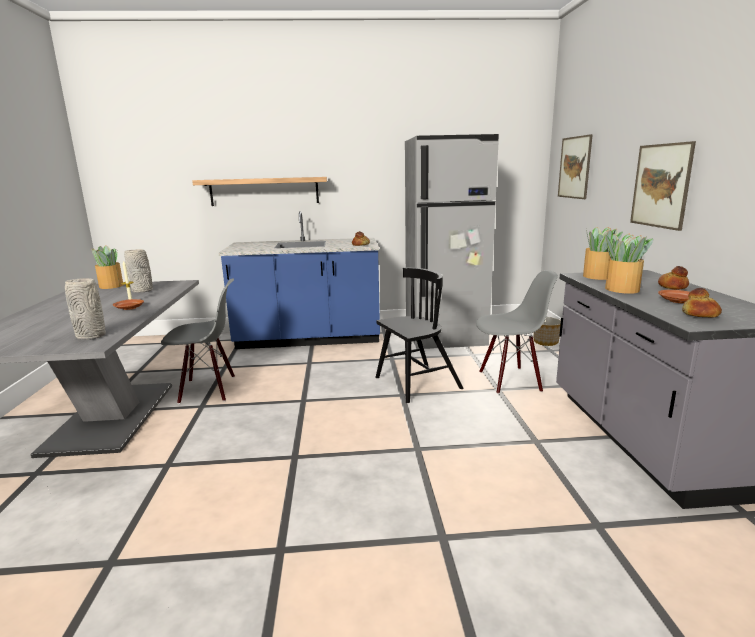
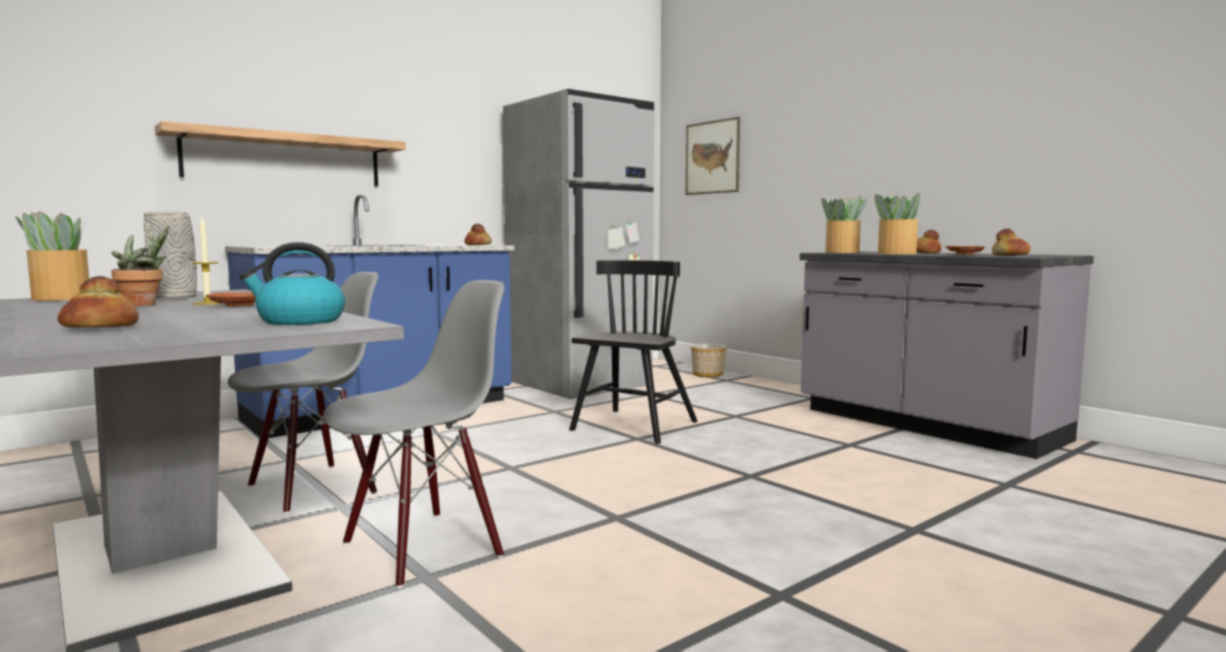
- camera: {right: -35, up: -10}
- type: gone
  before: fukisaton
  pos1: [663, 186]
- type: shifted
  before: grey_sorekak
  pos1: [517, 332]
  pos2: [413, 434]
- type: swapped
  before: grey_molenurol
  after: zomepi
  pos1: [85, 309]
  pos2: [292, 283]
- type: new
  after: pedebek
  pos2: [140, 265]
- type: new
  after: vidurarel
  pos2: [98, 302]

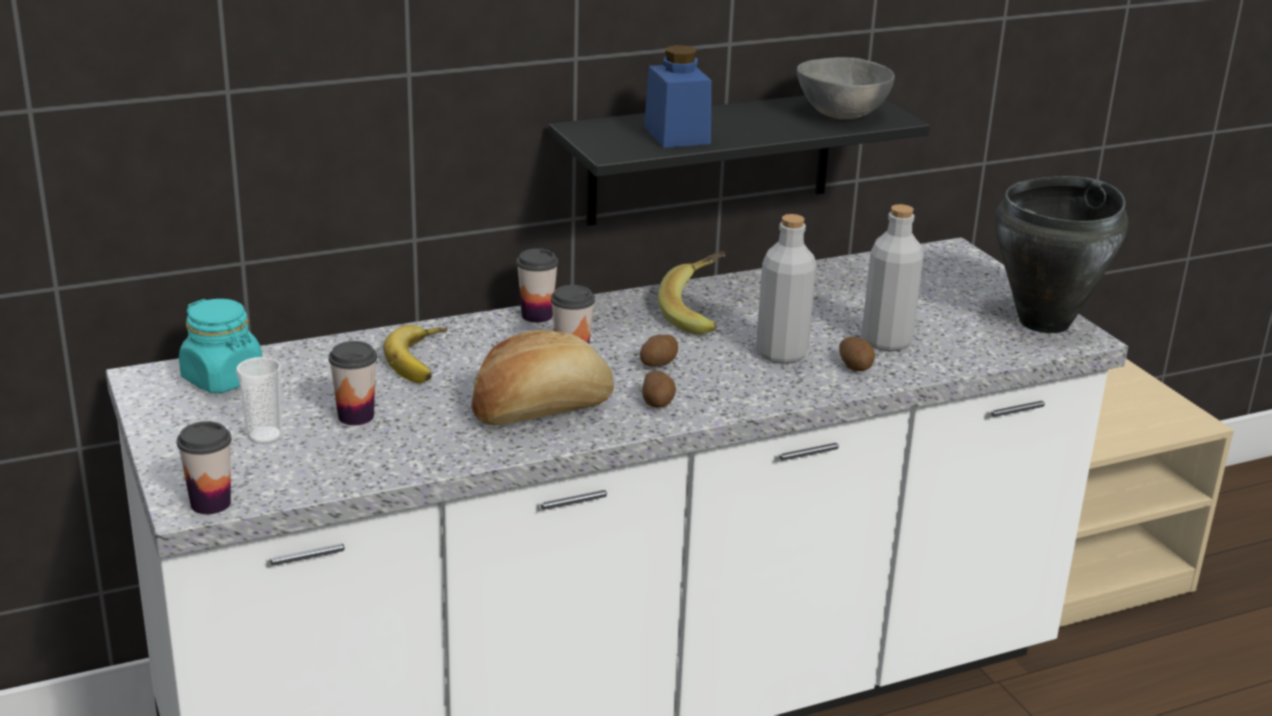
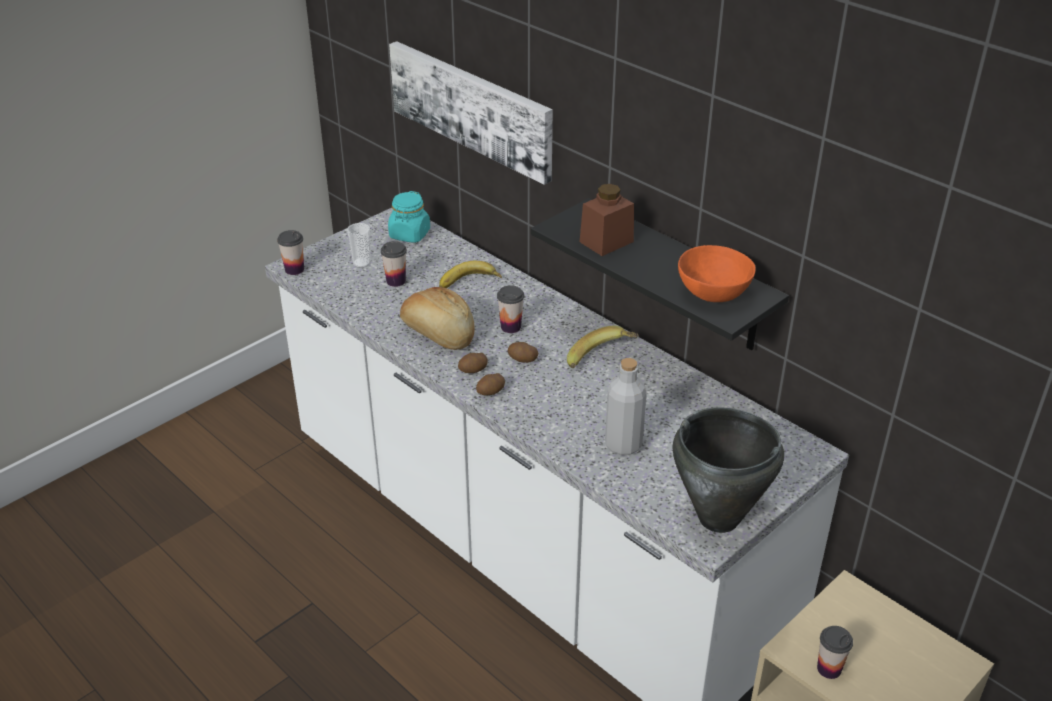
- camera: {right: 70, up: 10}
- type: repainted
  before: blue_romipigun
  after: brown_romipigun
  pos1: [678, 96]
  pos2: [607, 220]
- type: repainted
  before: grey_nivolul
  after: orange_nivolul
  pos1: [846, 88]
  pos2: [717, 273]
- type: gone
  before: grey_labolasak
  pos1: [786, 289]
- type: shifted
  before: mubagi
  pos1: [537, 285]
  pos2: [835, 652]
- type: shifted
  before: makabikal
  pos1: [857, 354]
  pos2: [490, 384]
- type: new
  after: fukisaton
  pos2: [471, 113]

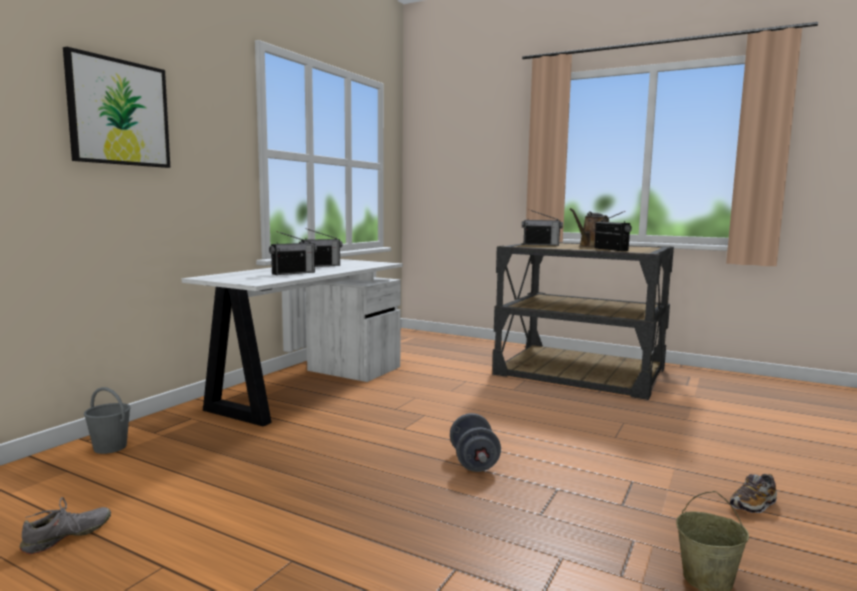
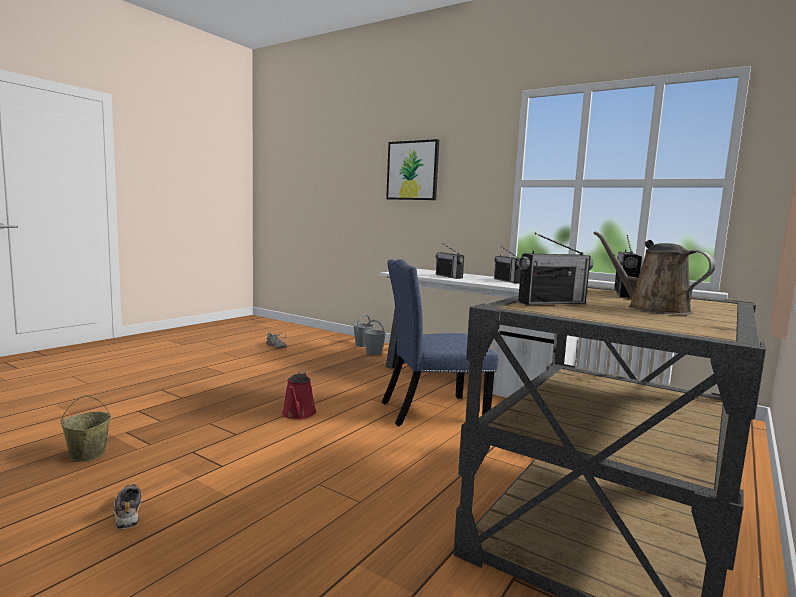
- camera: {right: 95, up: 0}
- type: swapped
  before: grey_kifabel
  after: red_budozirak
  pos1: [475, 442]
  pos2: [299, 396]
- type: new
  after: blue_sorekak
  pos2: [439, 342]
- type: new
  after: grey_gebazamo
  pos2: [375, 337]

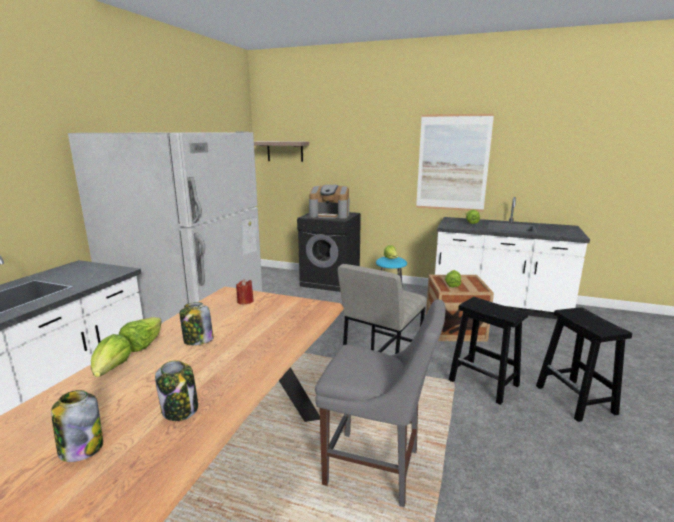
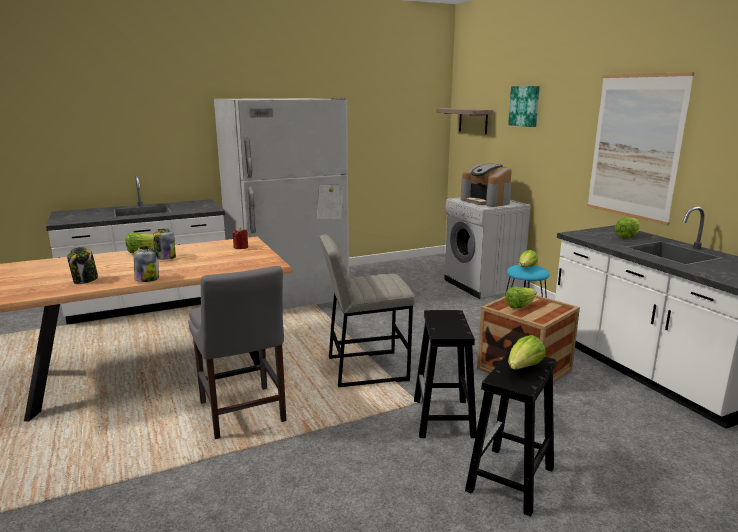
- camera: {right: 45, up: 0}
- type: repainted
  before: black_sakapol
  after: white_sakapol
  pos1: [329, 252]
  pos2: [487, 248]
- type: shifted
  before: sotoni
  pos1: [111, 355]
  pos2: [527, 352]
- type: shifted
  before: romipigun
  pos1: [77, 426]
  pos2: [146, 264]
- type: new
  after: fukisaton
  pos2: [524, 106]

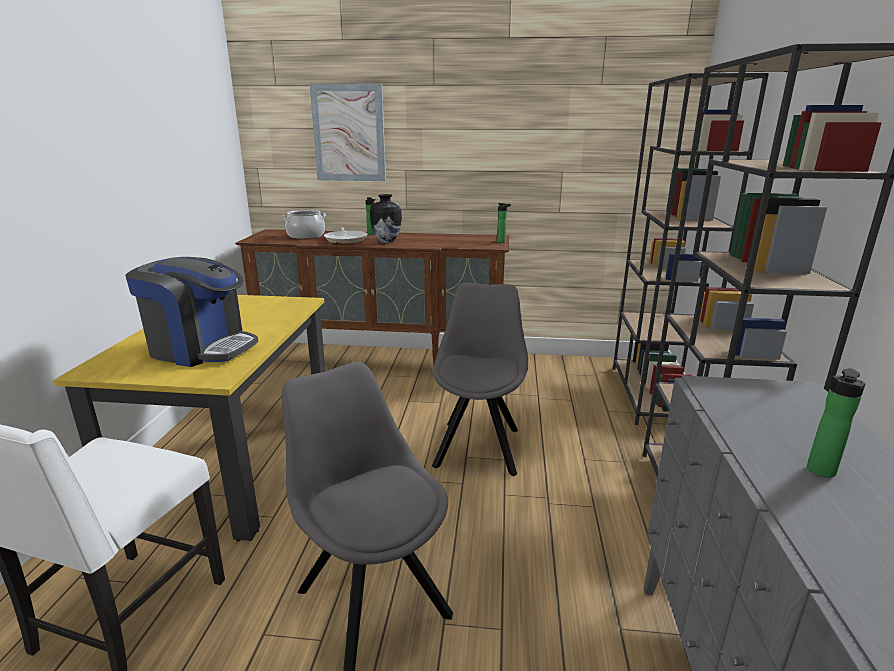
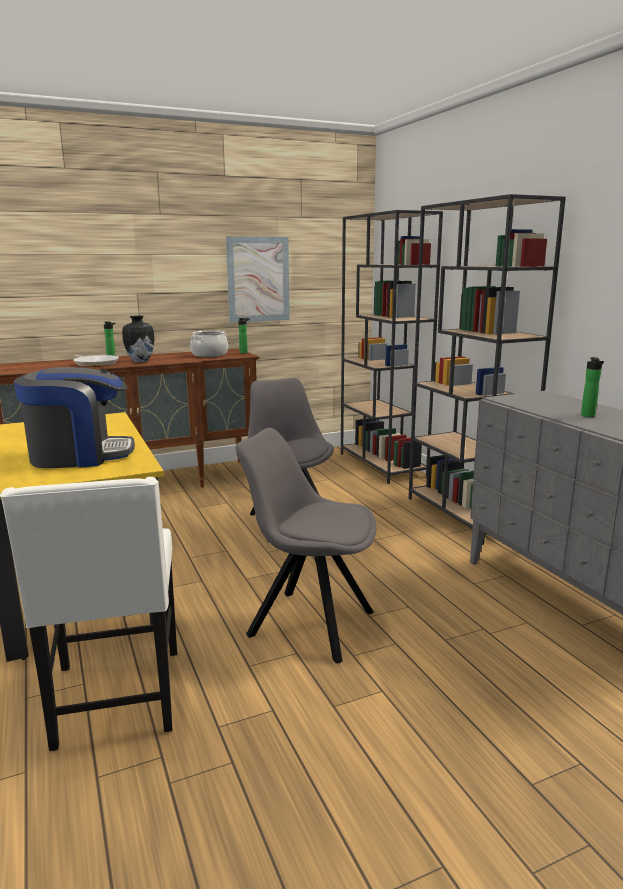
- camera: {right: -30, up: -5}
- type: shifted
  before: fukisaton
  pos1: [348, 132]
  pos2: [258, 279]
- type: shifted
  before: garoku
  pos1: [304, 224]
  pos2: [209, 343]

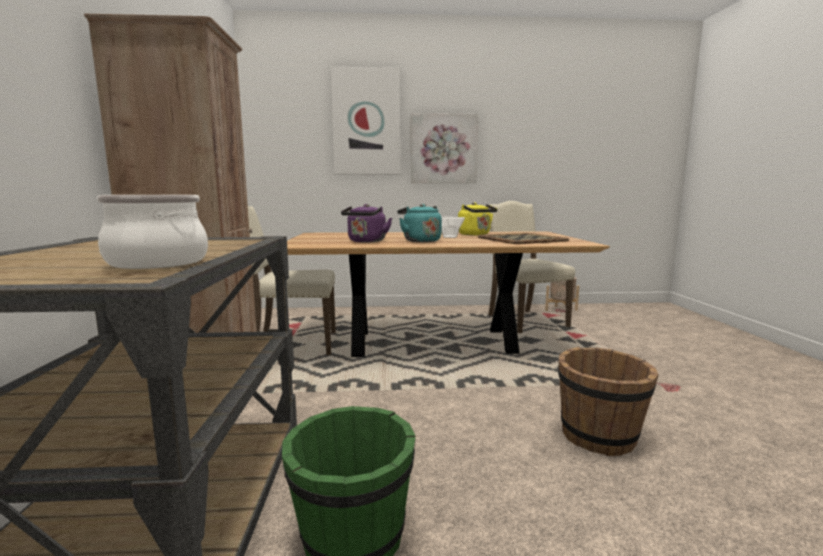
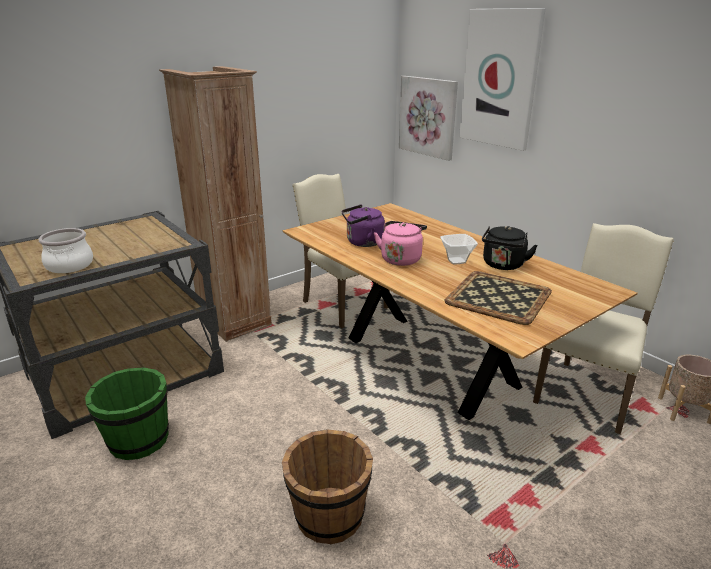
- camera: {right: 55, up: 15}
- type: shifted
  before: fukisaton
  pos1: [445, 148]
  pos2: [428, 118]
- type: repainted
  before: yellow_zomepi
  after: black_zomepi
  pos1: [477, 218]
  pos2: [510, 248]
- type: repainted
  before: turquoise_zomepi
  after: pink_zomepi
  pos1: [419, 223]
  pos2: [400, 243]

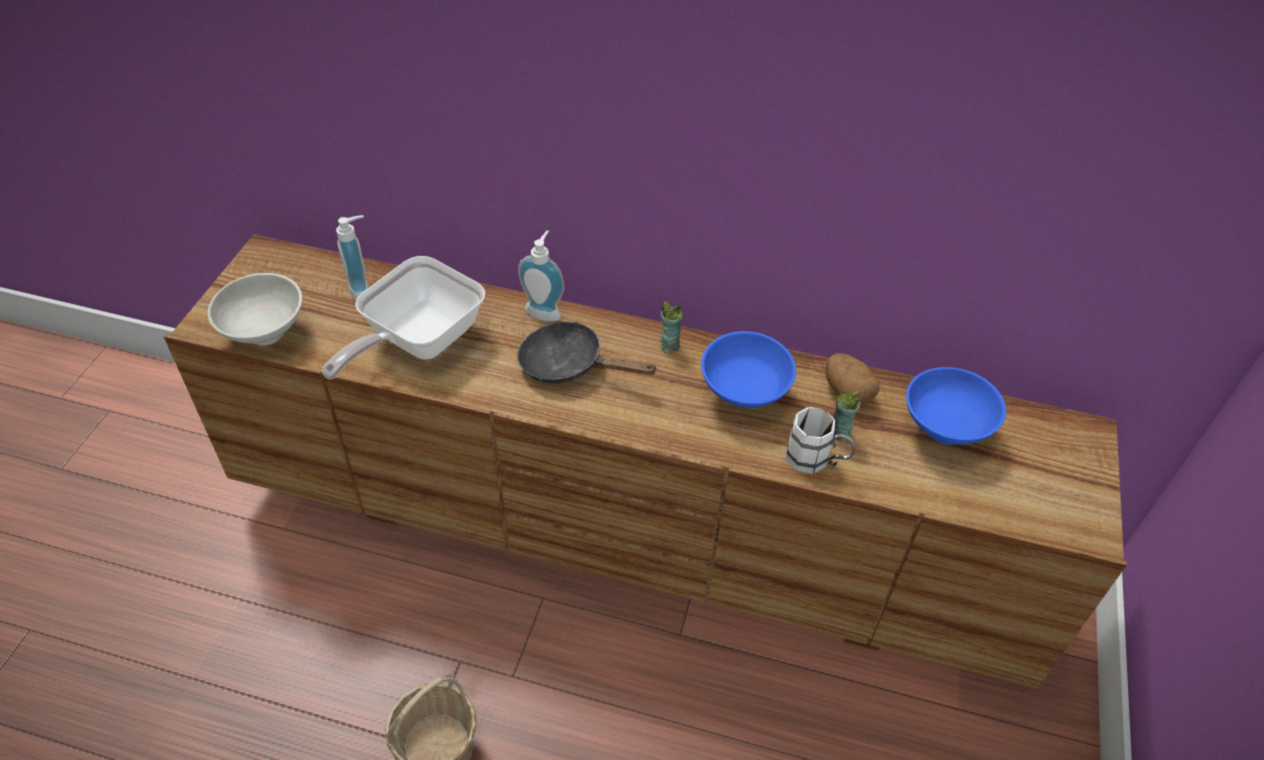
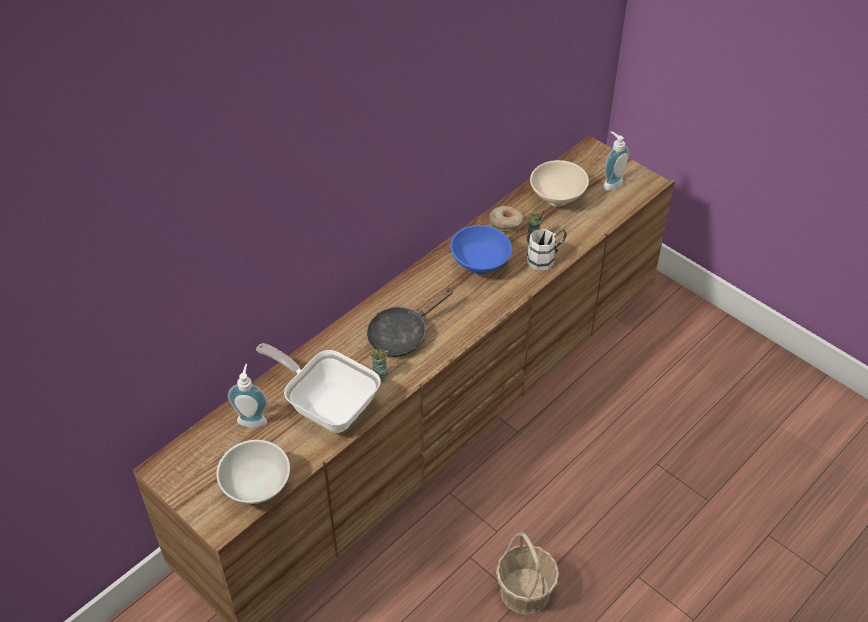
- camera: {right: -60, up: 0}
- type: shifted
  before: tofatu
  pos1: [541, 276]
  pos2: [616, 161]
- type: rotated
  before: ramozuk
  pos1: [403, 318]
  pos2: [318, 388]
  turn: 150
- type: shifted
  before: mubagi
  pos1: [671, 327]
  pos2: [379, 364]
- type: swapped
  before: makabikal
  after: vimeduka
  pos1: [852, 378]
  pos2: [506, 219]
- type: repainted
  before: blue_nivolul
  after: beige_nivolul
  pos1: [956, 406]
  pos2: [559, 183]

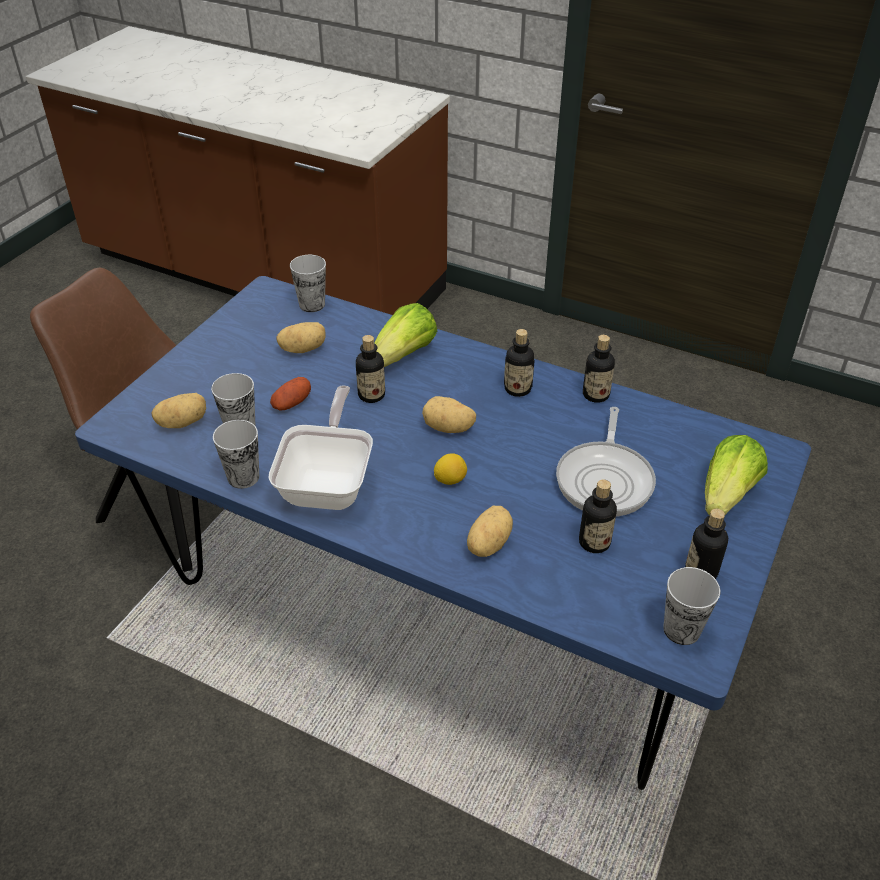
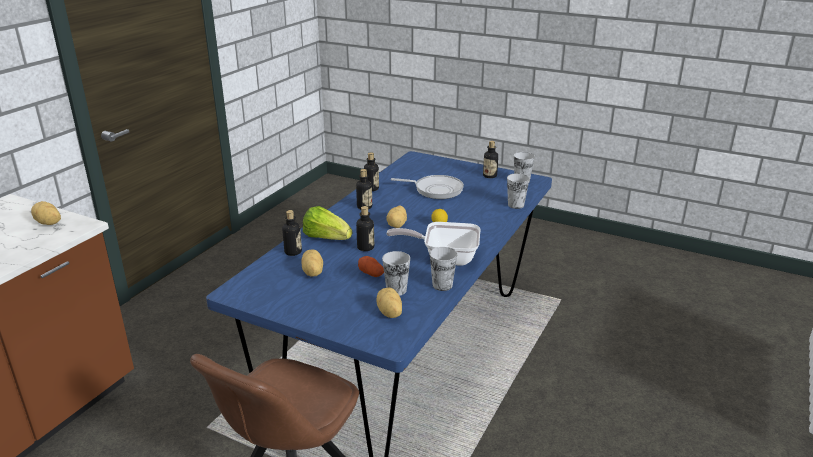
- camera: {right: -90, up: -15}
- type: shifted
  before: mubagi
  pos1: [308, 283]
  pos2: [518, 191]
- type: gone
  before: sotoni
  pos1: [736, 475]
- type: shifted
  before: labolasak
  pos1: [598, 516]
  pos2: [292, 233]
- type: shifted
  before: makabikal
  pos1: [490, 531]
  pos2: [46, 213]

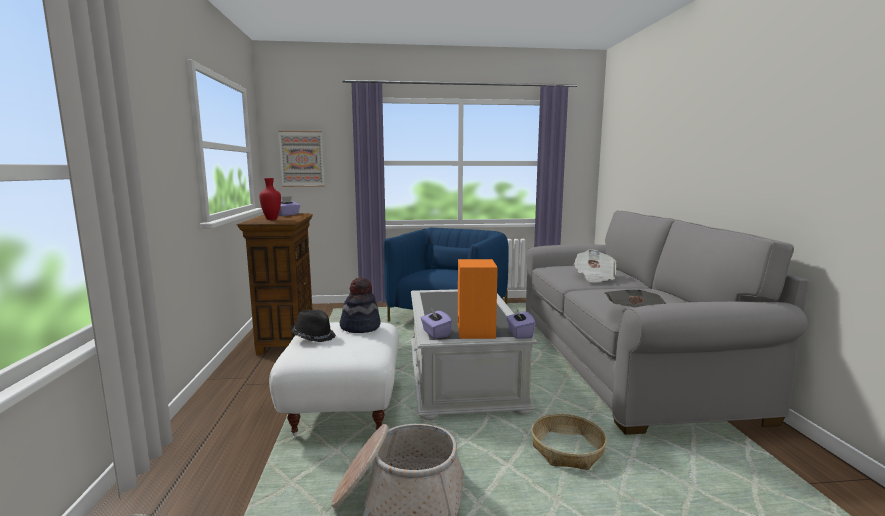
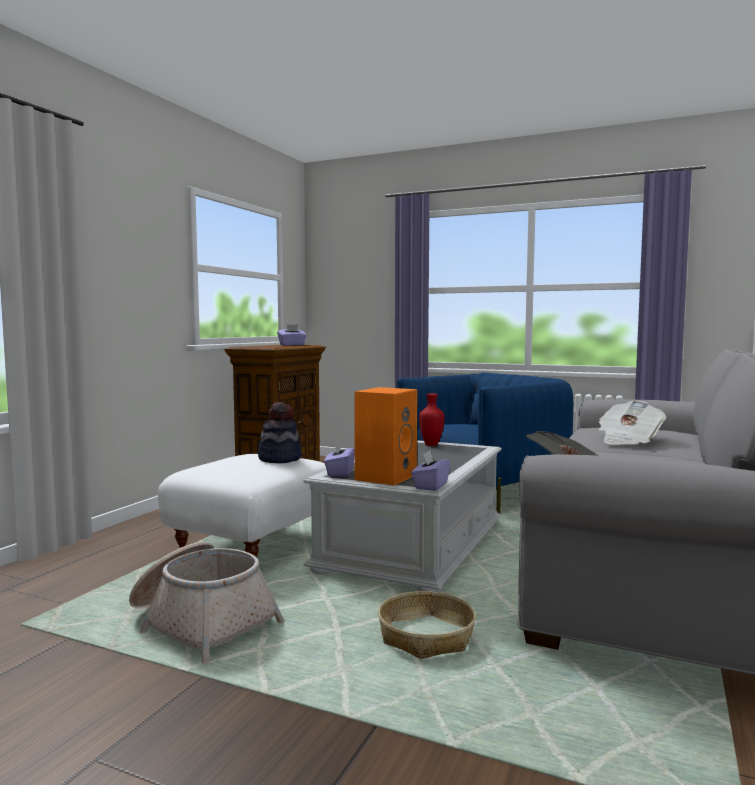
- camera: {right: 30, up: -5}
- type: gone
  before: fukisaton
  pos1: [301, 159]
- type: shifted
  before: red_molenurol
  pos1: [270, 199]
  pos2: [432, 419]
- type: gone
  before: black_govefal
  pos1: [313, 326]

